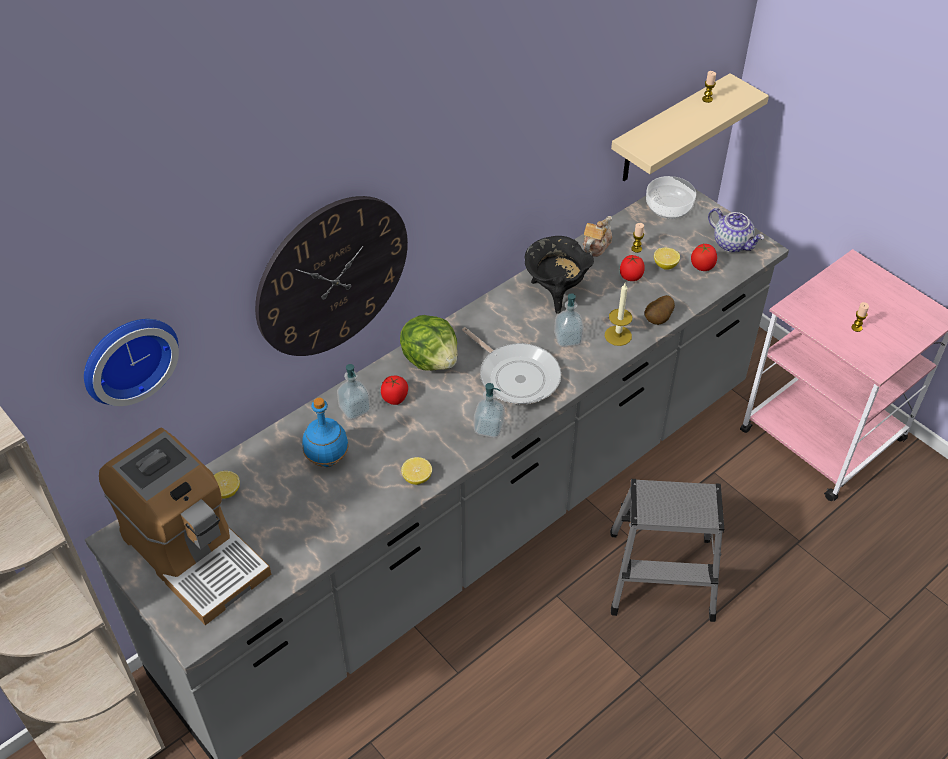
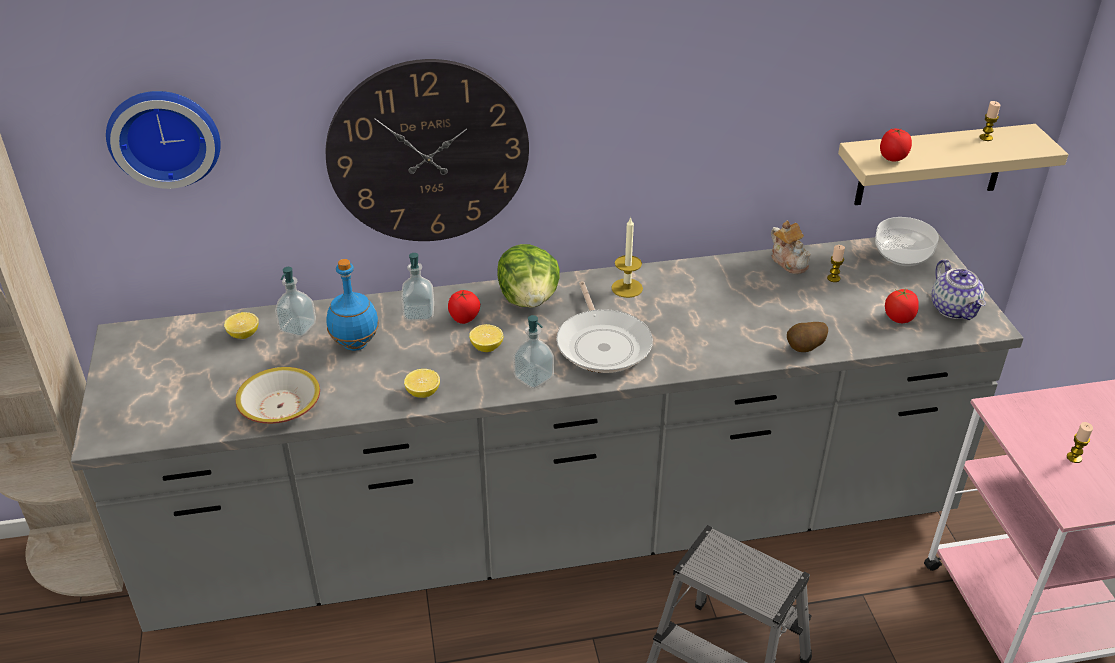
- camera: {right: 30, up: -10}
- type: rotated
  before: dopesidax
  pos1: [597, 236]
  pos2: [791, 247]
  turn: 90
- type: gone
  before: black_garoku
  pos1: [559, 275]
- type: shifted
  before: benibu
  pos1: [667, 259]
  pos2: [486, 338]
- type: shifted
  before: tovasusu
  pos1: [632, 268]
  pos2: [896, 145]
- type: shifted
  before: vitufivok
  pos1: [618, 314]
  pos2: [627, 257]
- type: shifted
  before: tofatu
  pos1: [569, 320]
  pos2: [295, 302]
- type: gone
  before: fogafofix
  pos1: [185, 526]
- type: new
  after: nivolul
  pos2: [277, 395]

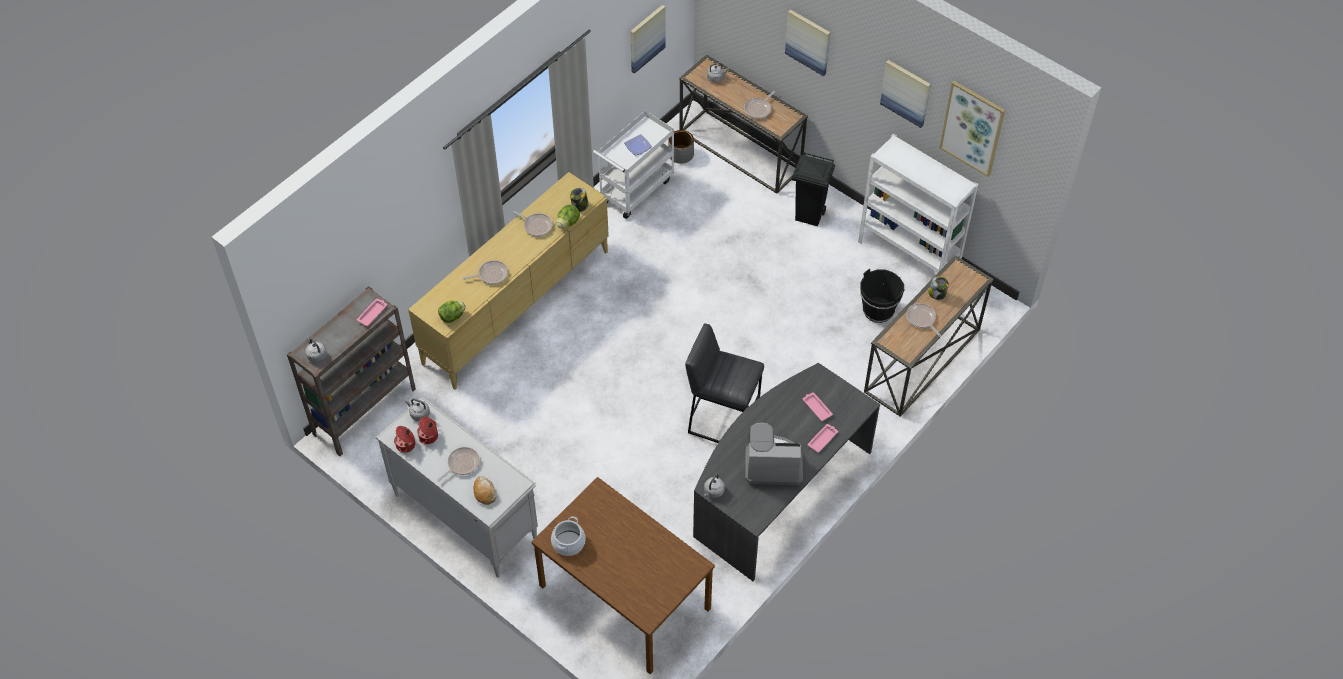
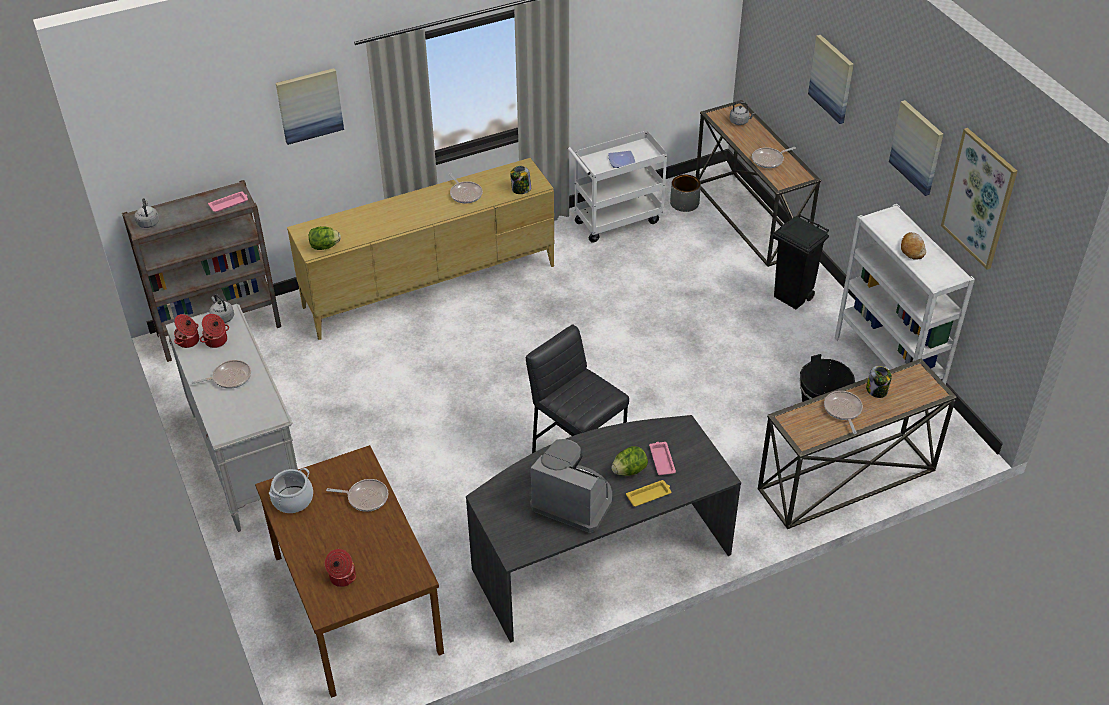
- camera: {right: 25, up: -10}
- type: shifted
  before: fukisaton
  pos1: [648, 39]
  pos2: [310, 106]
- type: shifted
  before: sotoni
  pos1: [568, 216]
  pos2: [629, 461]
- type: shifted
  before: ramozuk
  pos1: [485, 272]
  pos2: [357, 495]
- type: repainted
  before: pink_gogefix
  after: yellow_gogefix
  pos1: [823, 438]
  pos2: [648, 493]
- type: gone
  before: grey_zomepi
  pos1: [714, 486]
- type: shifted
  before: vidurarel
  pos1: [485, 490]
  pos2: [913, 246]
- type: new
  after: garoku
  pos2: [340, 568]

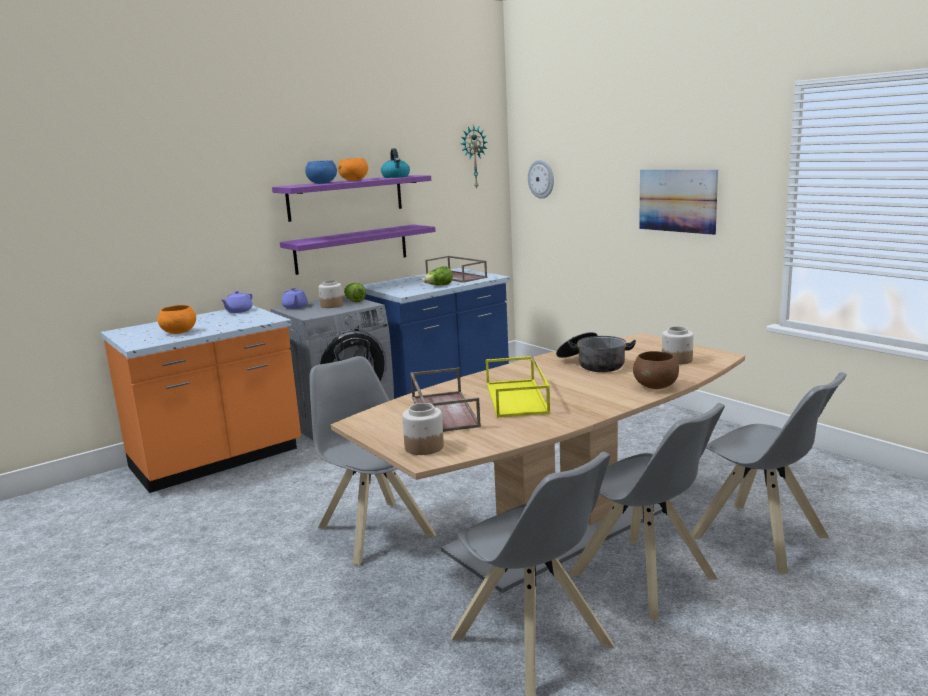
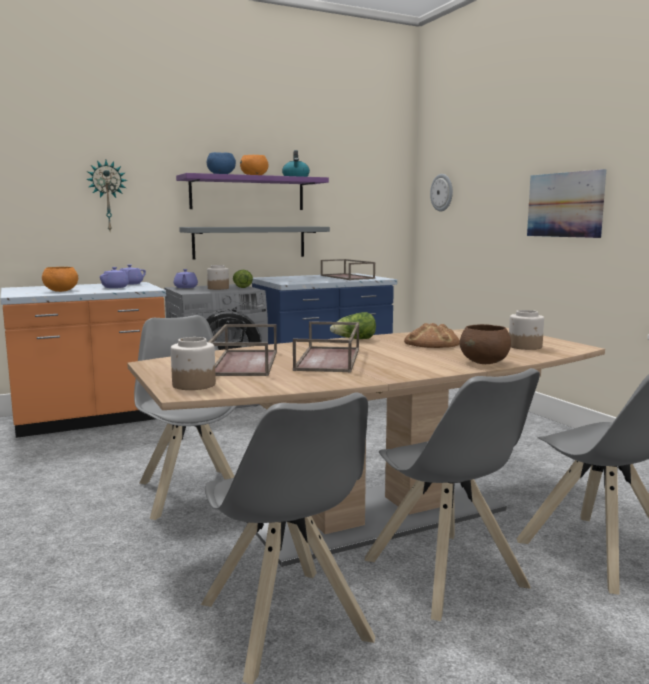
- camera: {right: 10, up: -5}
- type: shifted
  before: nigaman
  pos1: [474, 157]
  pos2: [107, 195]
- type: repainted
  before: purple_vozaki
  after: grey_vozaki
  pos1: [358, 249]
  pos2: [254, 243]
- type: shifted
  before: sotoni
  pos1: [437, 275]
  pos2: [353, 325]
- type: swapped
  before: garoku
  after: vidurarel
  pos1: [596, 352]
  pos2: [432, 335]
- type: repainted
  before: yellow_gogefix
  after: brown_gogefix
  pos1: [518, 387]
  pos2: [326, 347]
- type: new
  after: purple_dopesidax
  pos2: [115, 277]

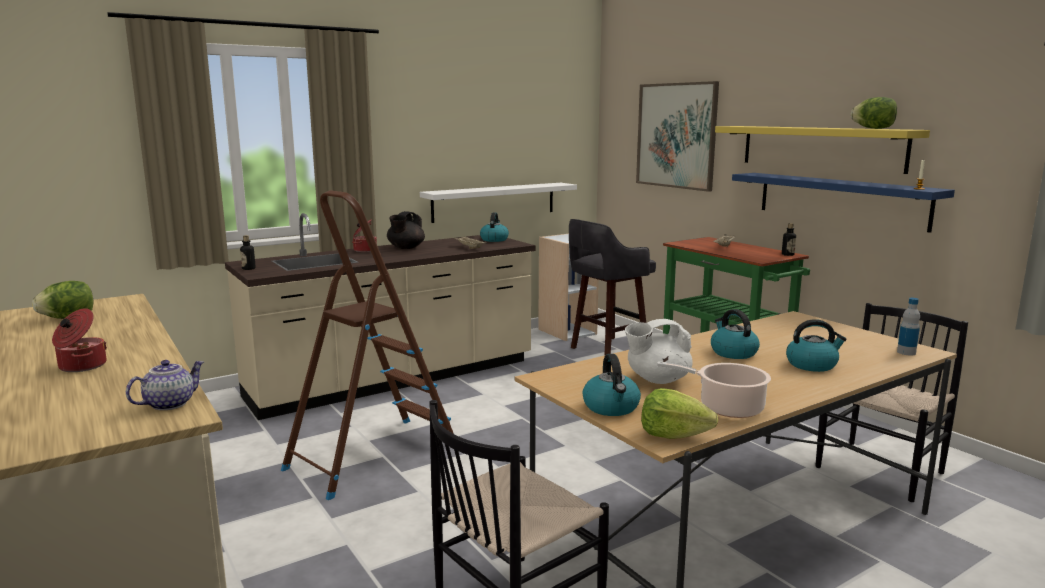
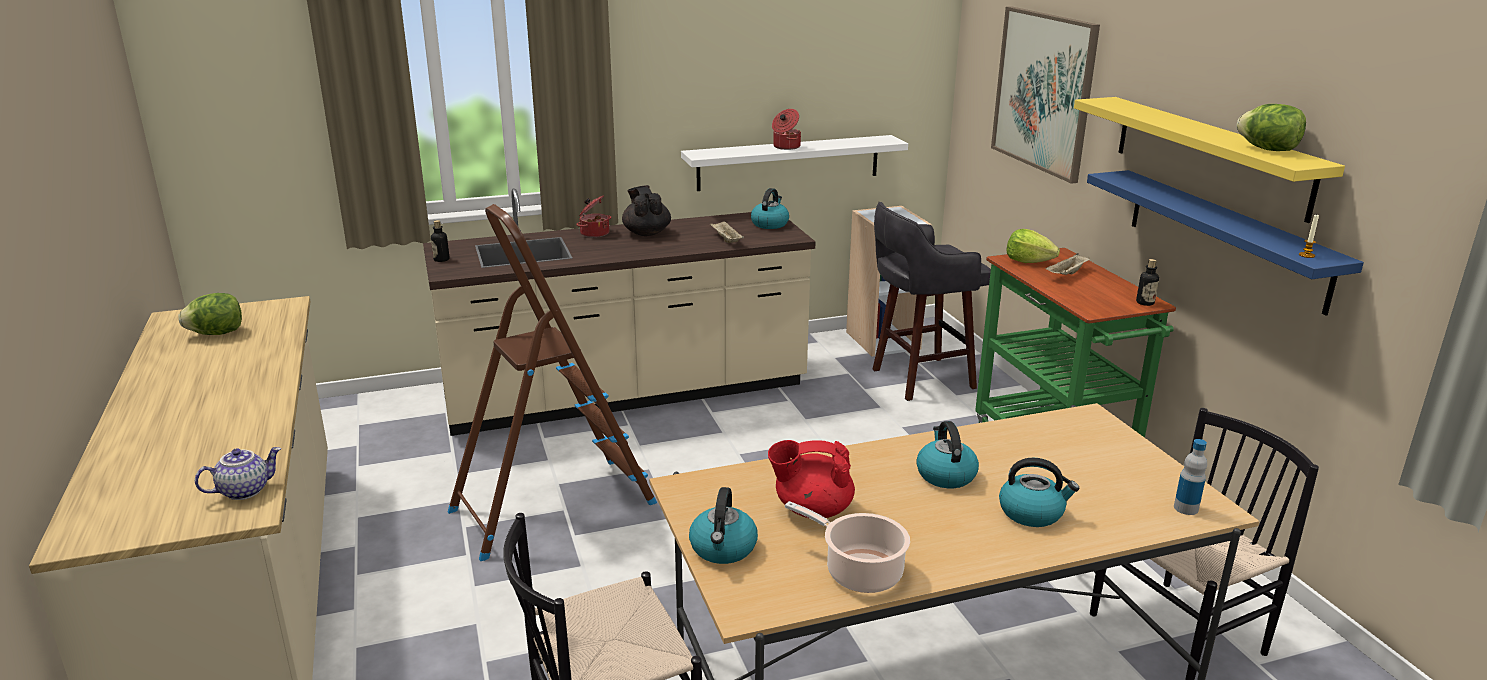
- camera: {right: 15, up: 10}
- type: rotated
  before: black_dopesidax
  pos1: [406, 230]
  pos2: [646, 210]
  turn: 120
- type: shifted
  before: garoku
  pos1: [79, 340]
  pos2: [786, 129]
- type: repainted
  before: white_dopesidax
  after: red_dopesidax
  pos1: [659, 351]
  pos2: [811, 479]
- type: shifted
  before: sotoni
  pos1: [679, 413]
  pos2: [1033, 246]

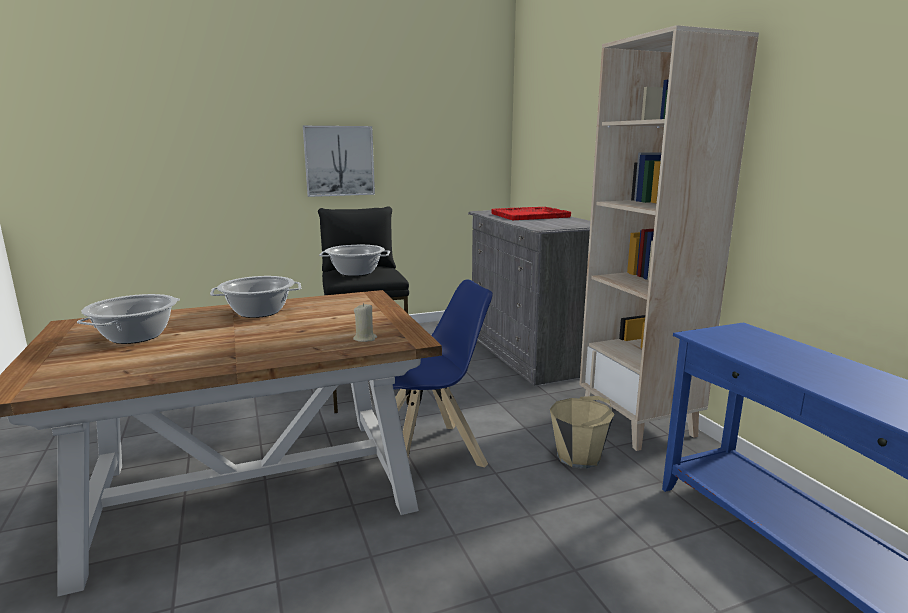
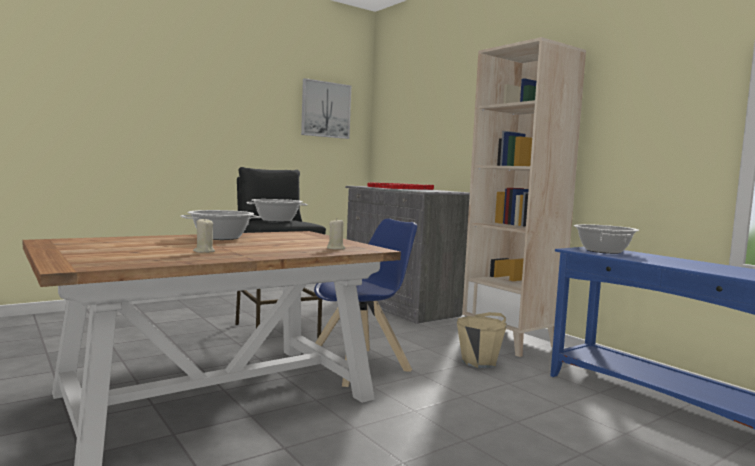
- camera: {right: -15, up: -10}
- type: shifted
  before: fukisaton
  pos1: [339, 161]
  pos2: [326, 108]
- type: shifted
  before: garoku
  pos1: [128, 319]
  pos2: [606, 239]
- type: new
  after: beige_vitufivok
  pos2: [204, 235]

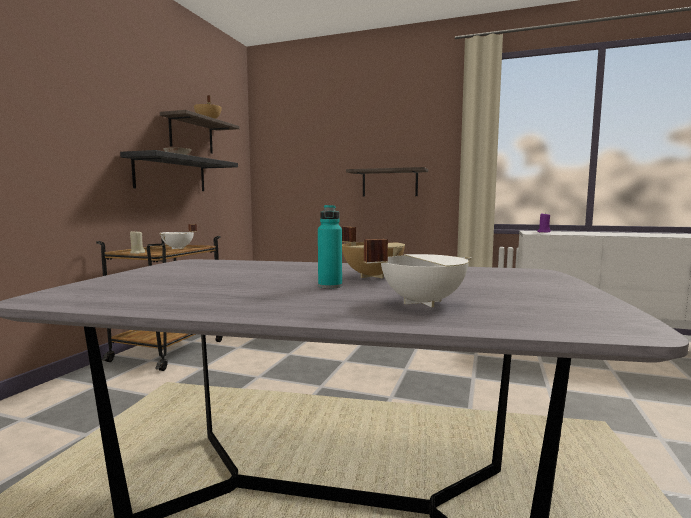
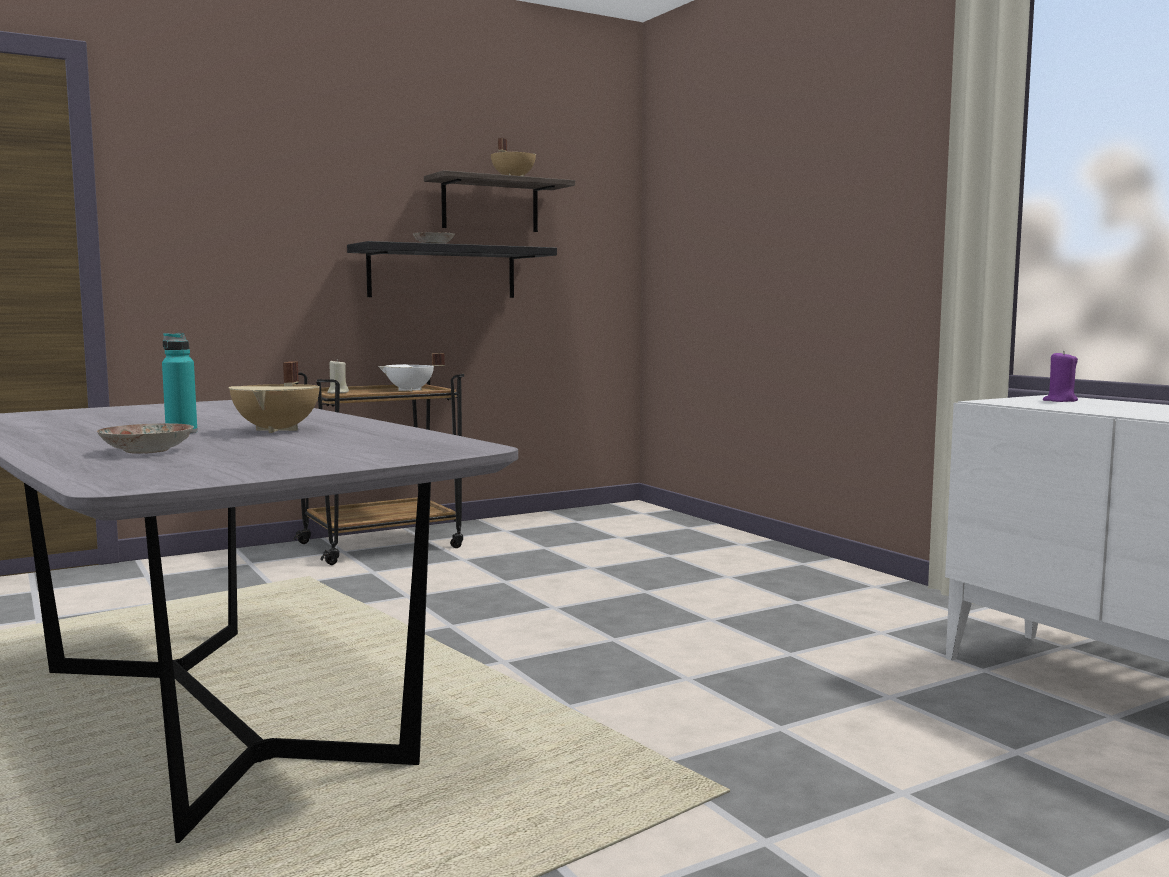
- camera: {right: 40, up: 0}
- type: gone
  before: vozaki
  pos1: [387, 182]
- type: swapped
  before: white_garoku
  after: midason
  pos1: [418, 273]
  pos2: [145, 438]

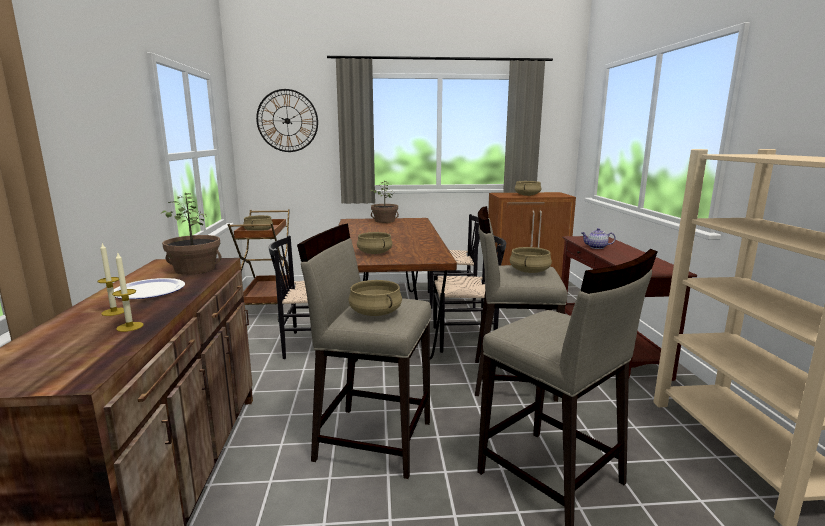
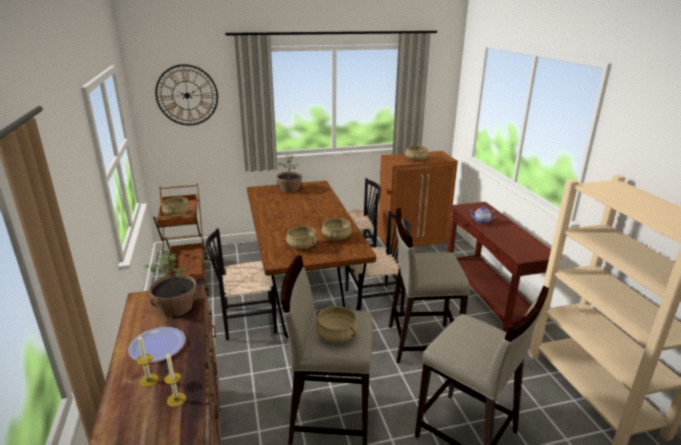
- camera: {right: -10, up: 10}
- type: shifted
  before: beige_garoku
  pos1: [531, 260]
  pos2: [337, 229]

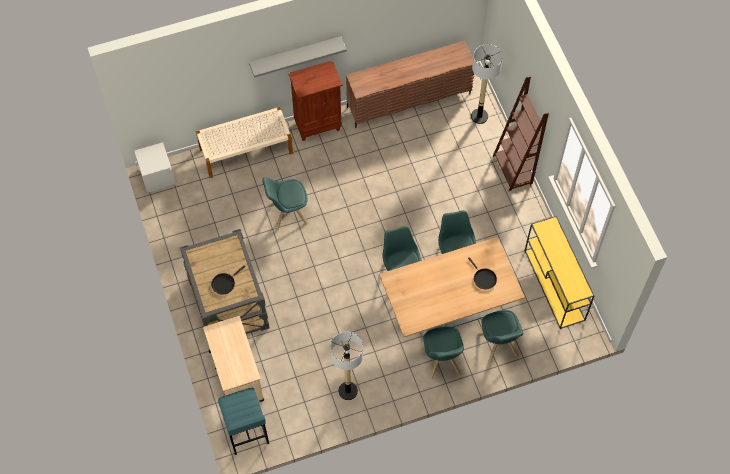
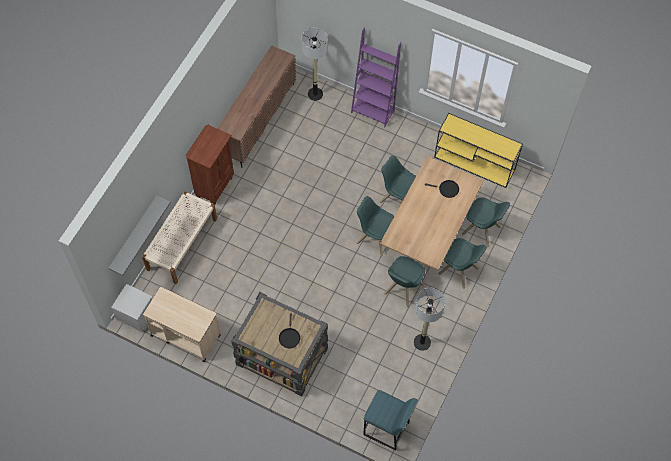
- camera: {right: -45, up: 0}
- type: shifted
  before: grey_vozaki
  pos1: [298, 57]
  pos2: [140, 235]
- type: repainted
  before: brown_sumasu
  after: purple_sumasu
  pos1: [521, 133]
  pos2: [376, 77]
- type: shifted
  before: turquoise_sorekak
  pos1: [285, 204]
  pos2: [404, 281]
- type: shifted
  before: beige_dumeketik
  pos1: [233, 359]
  pos2: [182, 324]

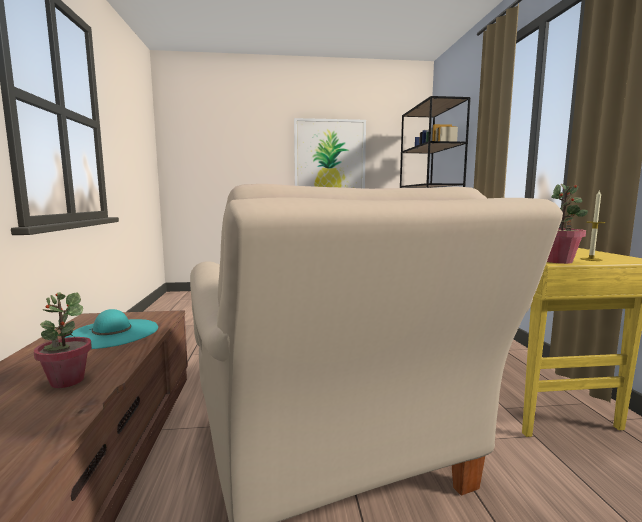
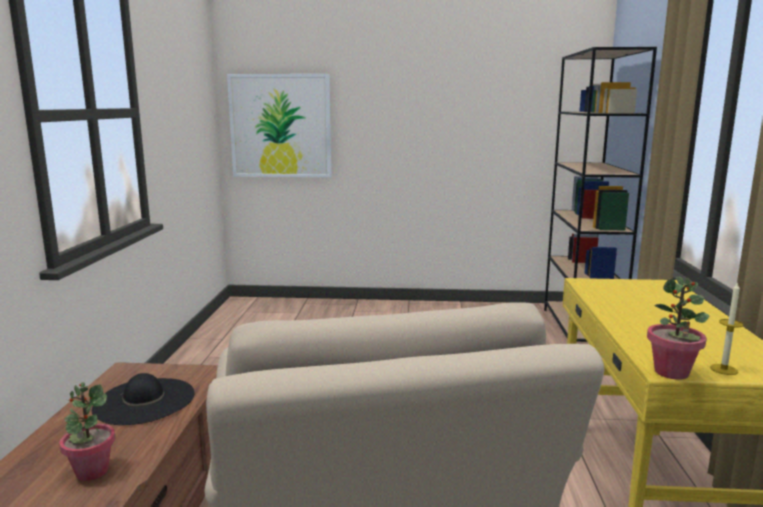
- camera: {right: 10, up: 5}
- type: shifted
  before: fukisaton
  pos1: [330, 153]
  pos2: [279, 125]
- type: repainted
  before: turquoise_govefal
  after: black_govefal
  pos1: [111, 329]
  pos2: [143, 399]

